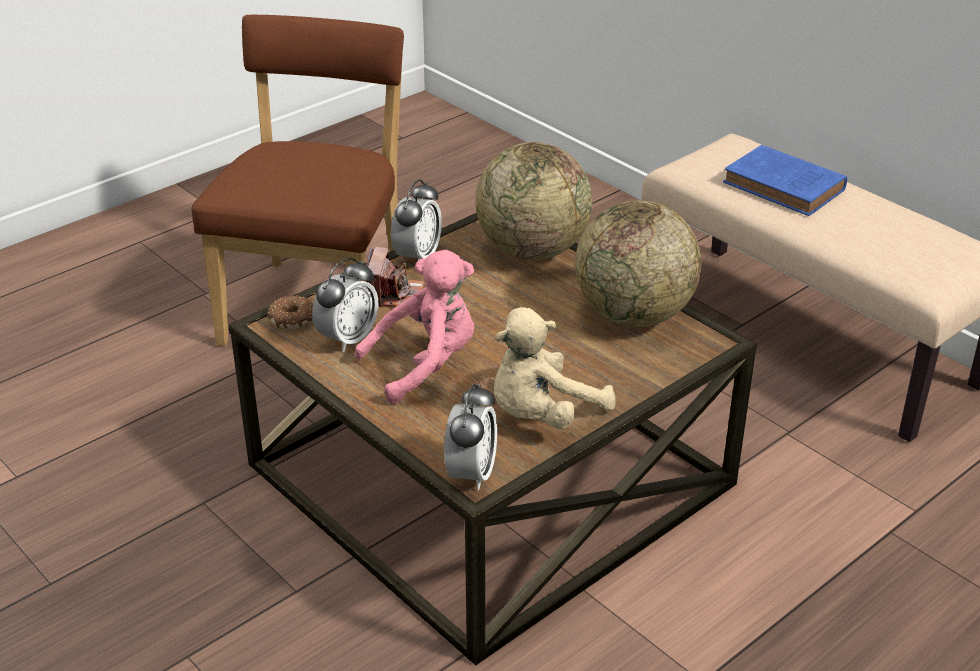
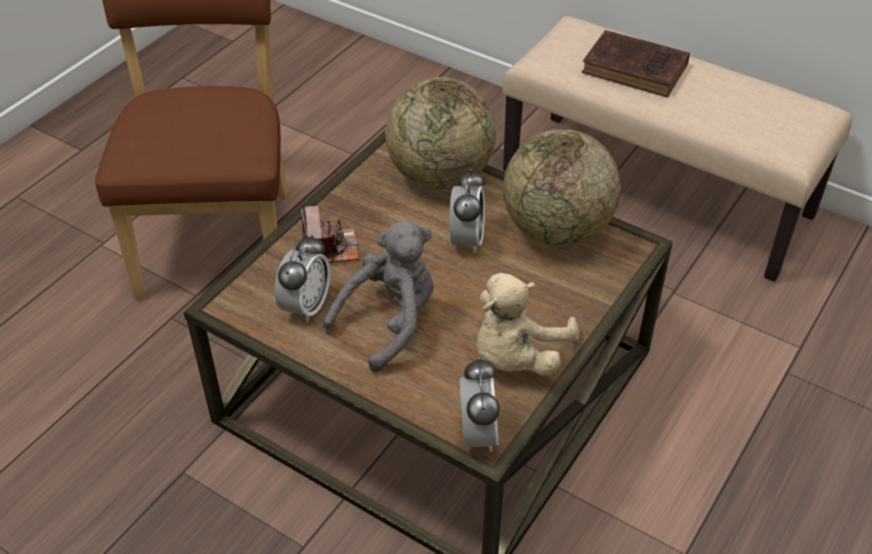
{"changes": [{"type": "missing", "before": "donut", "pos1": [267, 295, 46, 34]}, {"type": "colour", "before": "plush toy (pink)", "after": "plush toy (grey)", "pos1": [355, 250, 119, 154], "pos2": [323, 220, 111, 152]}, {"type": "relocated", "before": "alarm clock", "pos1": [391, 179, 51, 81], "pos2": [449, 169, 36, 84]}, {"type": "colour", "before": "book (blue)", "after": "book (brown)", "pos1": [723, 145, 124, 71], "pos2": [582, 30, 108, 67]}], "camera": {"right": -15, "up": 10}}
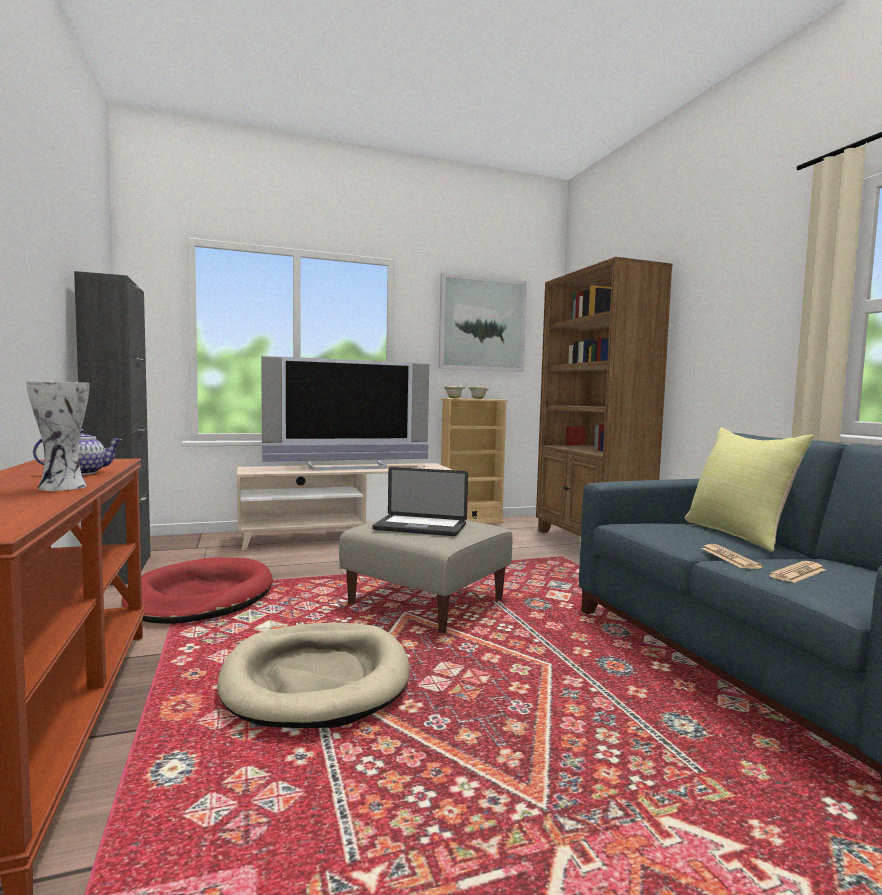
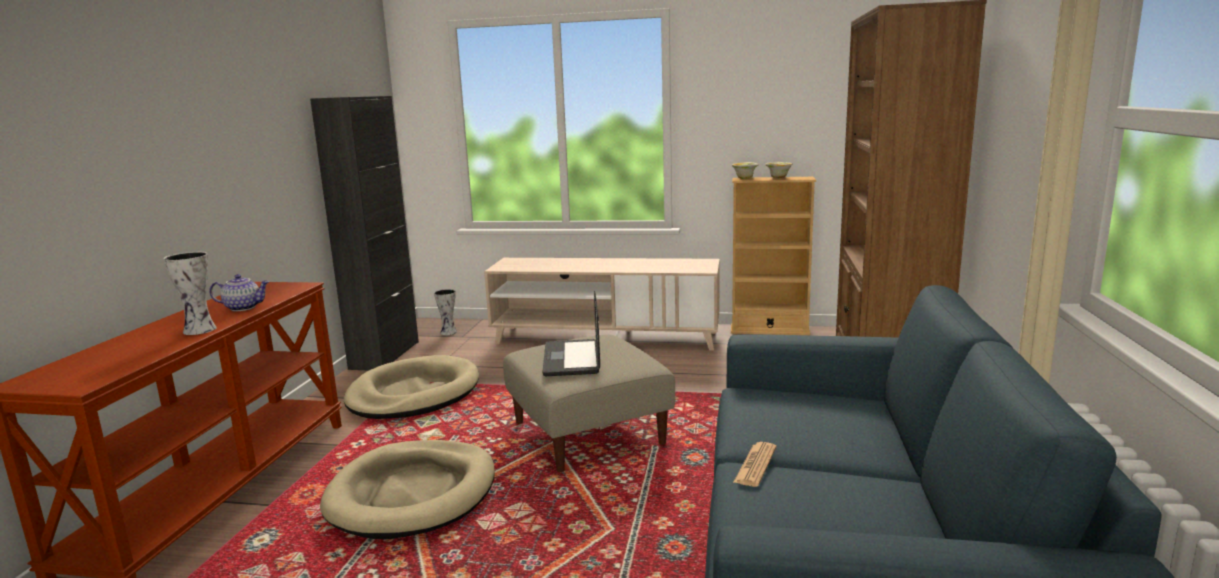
{"changes": [{"type": "colour", "before": "dog bed (red)", "after": "dog bed (beige)", "pos1": [121, 557, 152, 67], "pos2": [344, 355, 135, 64]}, {"type": "missing", "before": "television", "pos1": [261, 356, 168, 114]}, {"type": "spun", "before": "laptop", "pos1": [372, 467, 96, 69], "pos2": [543, 291, 57, 85], "turn": 45}, {"type": "missing", "before": "picture", "pos1": [438, 273, 89, 99]}, {"type": "missing", "before": "pillow (yellow)", "pos1": [685, 427, 129, 124]}, {"type": "missing", "before": "newspaper", "pos1": [769, 561, 57, 22]}, {"type": "appeared", "after": "vase", "pos2": [434, 289, 23, 46]}], "camera": {"right": 30, "up": 10}}
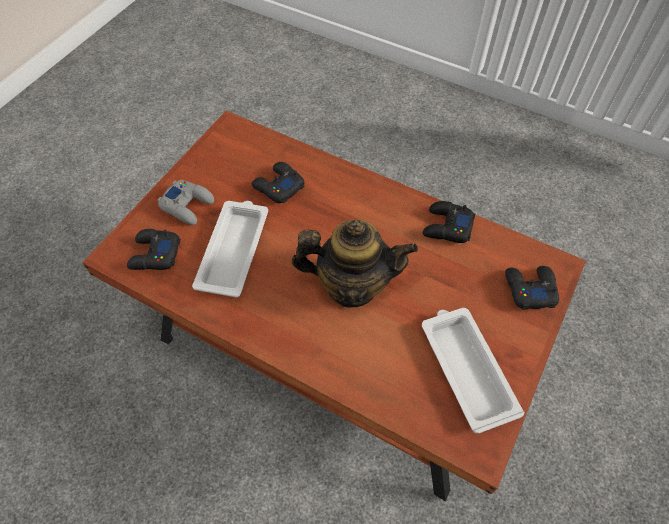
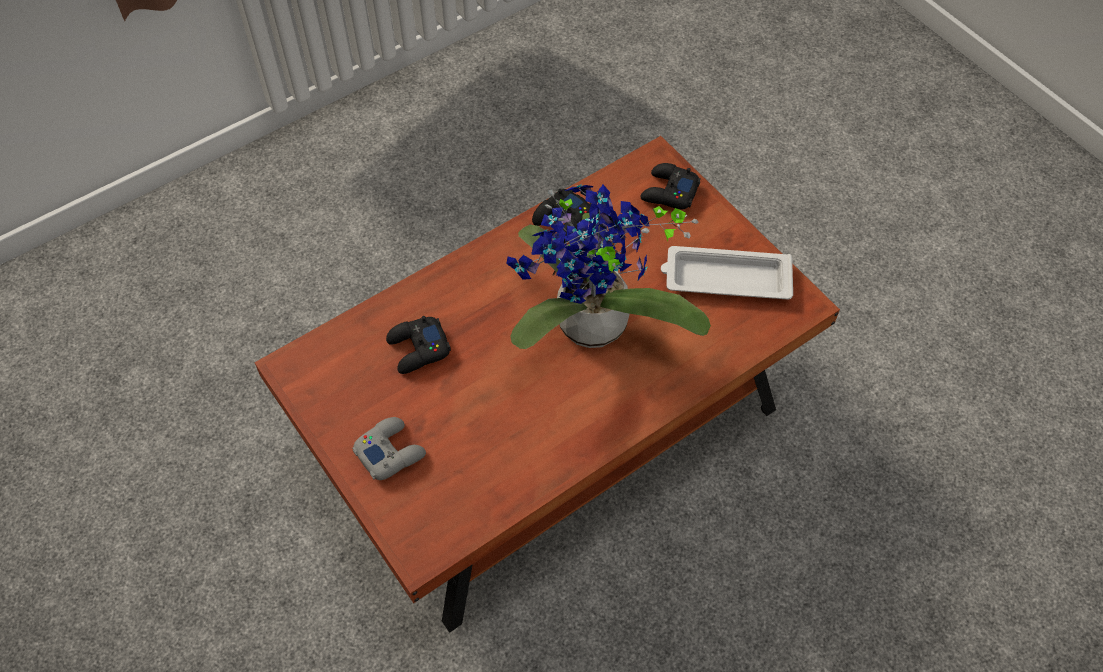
{"changes": [{"type": "missing", "before": "game controller (black)", "pos1": [127, 229, 54, 41]}, {"type": "missing", "before": "tray (white)", "pos1": [192, 201, 76, 96]}, {"type": "exchanged", "before": "teapot", "after": "potted plant", "pos1": [292, 219, 126, 89], "pos2": [506, 184, 205, 165]}], "camera": {"right": -65, "up": 0}}
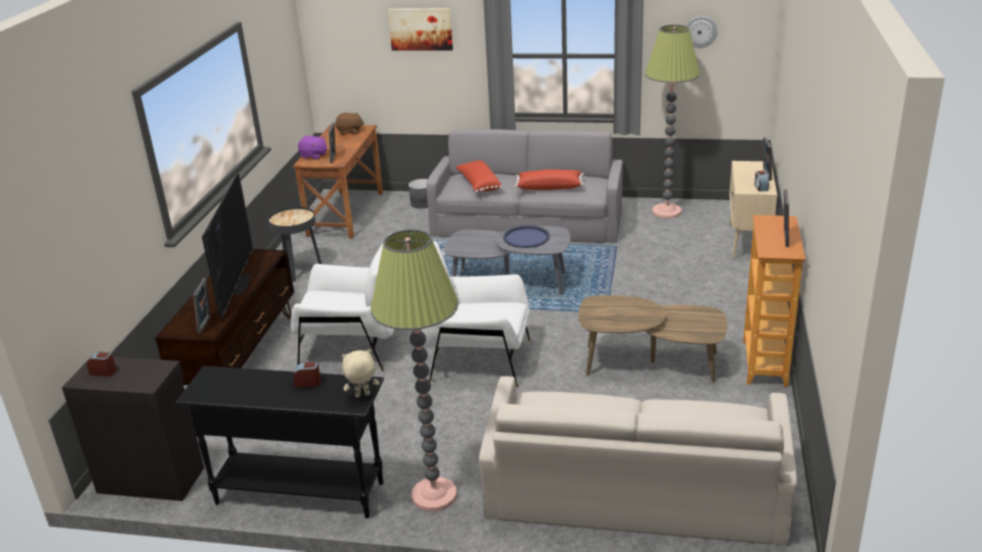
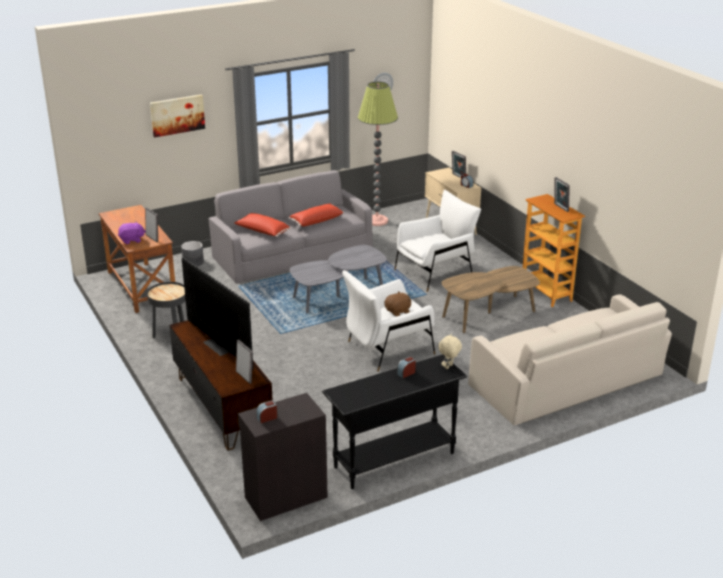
{"changes": [{"type": "relocated", "before": "armchair (white)", "pos1": [291, 233, 103, 138], "pos2": [394, 190, 87, 102]}, {"type": "relocated", "before": "plush toy (brown)", "pos1": [335, 112, 29, 23], "pos2": [384, 291, 27, 26]}, {"type": "missing", "before": "floor lamp", "pos1": [371, 229, 87, 282]}, {"type": "missing", "before": "tray (blue)", "pos1": [503, 226, 47, 22]}], "camera": {"right": -40, "up": 0}}
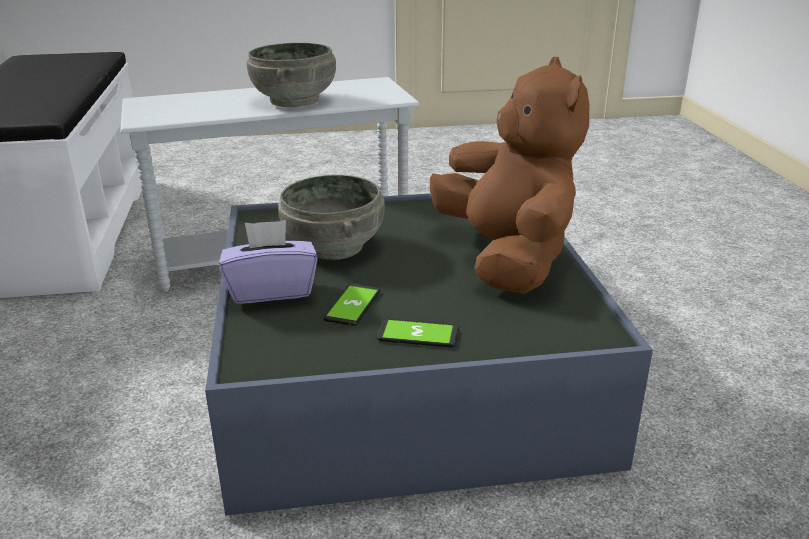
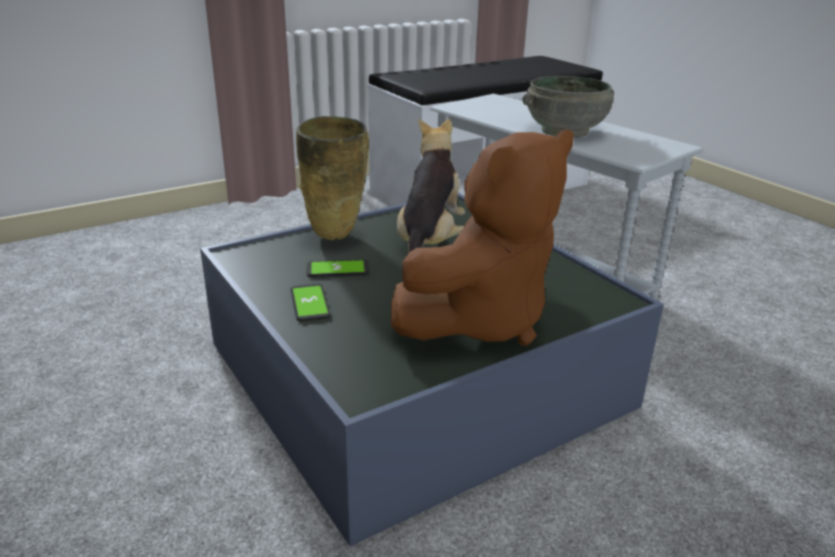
{"changes": [{"type": "exchanged", "before": "tissue box (purple)", "after": "vase (beige)", "pos1": [219, 220, 99, 84], "pos2": [296, 116, 73, 124]}, {"type": "exchanged", "before": "bowl (grey)", "after": "plush toy", "pos1": [278, 175, 107, 85], "pos2": [397, 119, 68, 134]}], "camera": {"right": 65, "up": 0}}
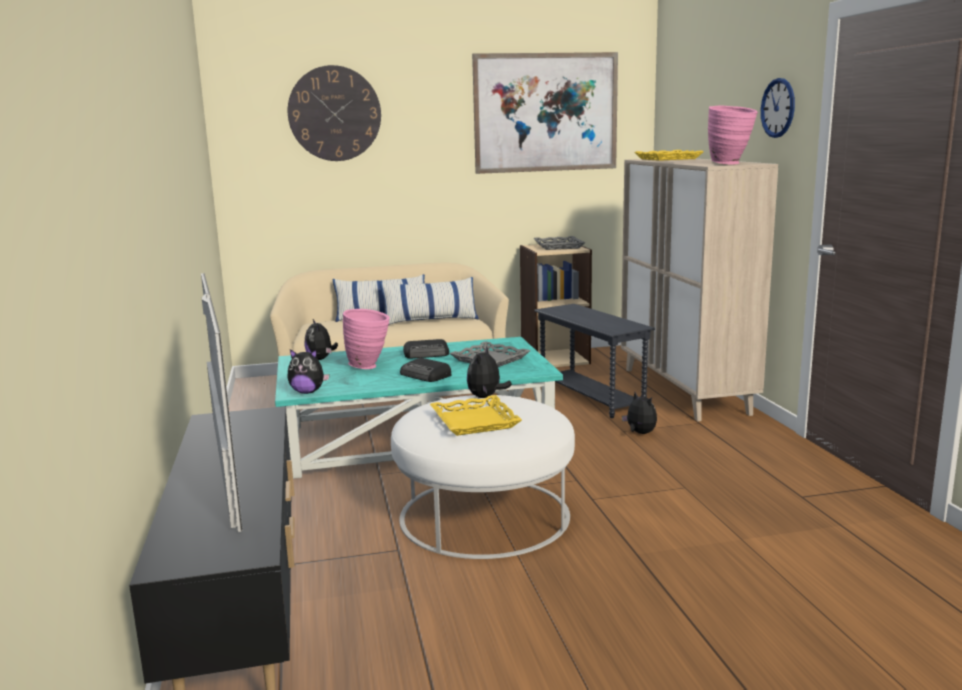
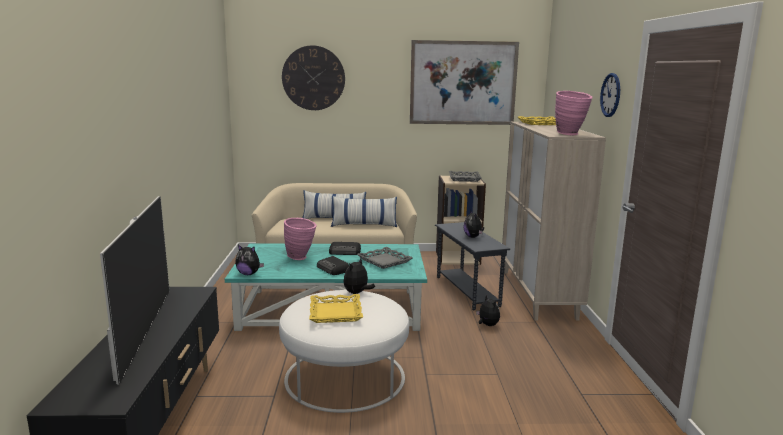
{"changes": [{"type": "relocated", "before": "plush toy", "pos1": [305, 319, 33, 41], "pos2": [463, 210, 21, 28]}], "camera": {"right": 10, "up": 0}}
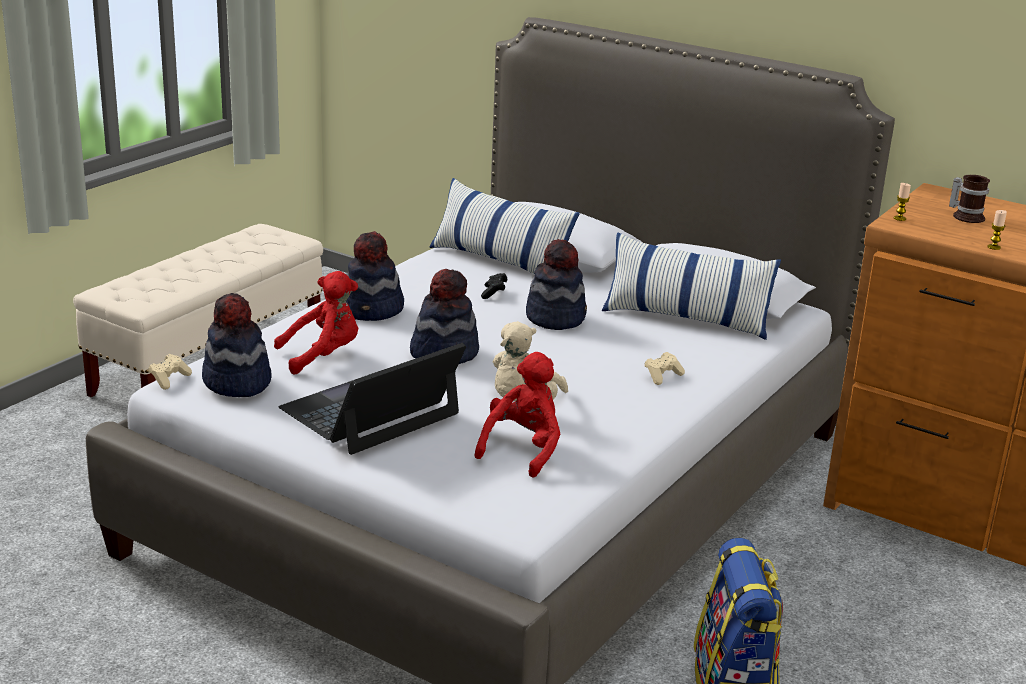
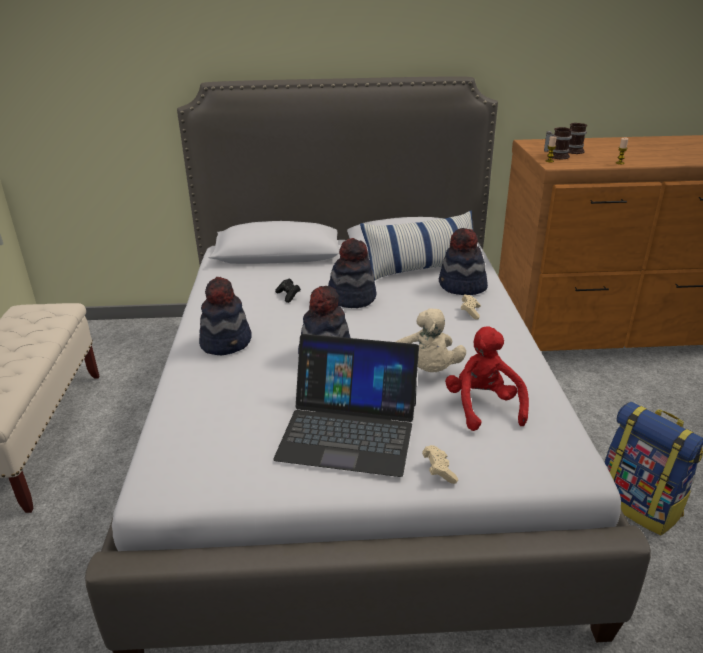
{"changes": [{"type": "relocated", "before": "game controller (beige)", "pos1": [148, 354, 44, 36], "pos2": [422, 445, 36, 39]}, {"type": "relocated", "before": "hat", "pos1": [202, 293, 69, 104], "pos2": [439, 228, 49, 67]}, {"type": "missing", "before": "plush toy (red)", "pos1": [274, 271, 84, 104]}, {"type": "spun", "before": "laptop", "pos1": [278, 343, 188, 112], "pos2": [273, 334, 146, 143], "turn": -90}, {"type": "missing", "before": "pillow", "pos1": [429, 178, 151, 96]}, {"type": "appeared", "after": "mug", "pos2": [544, 127, 28, 32]}], "camera": {"right": -35, "up": 5}}
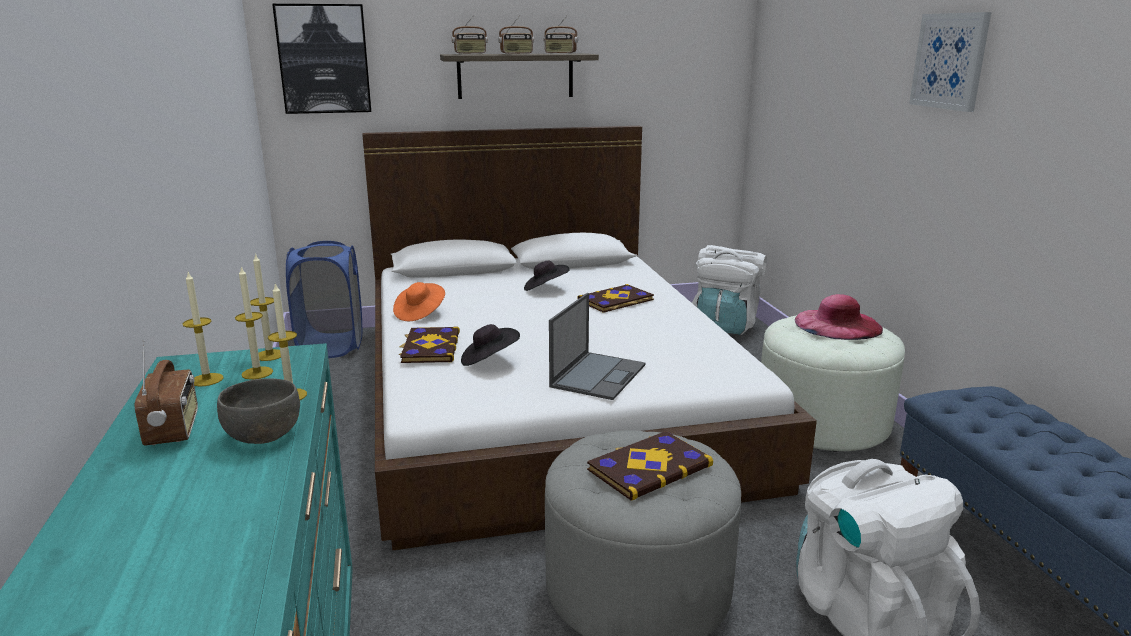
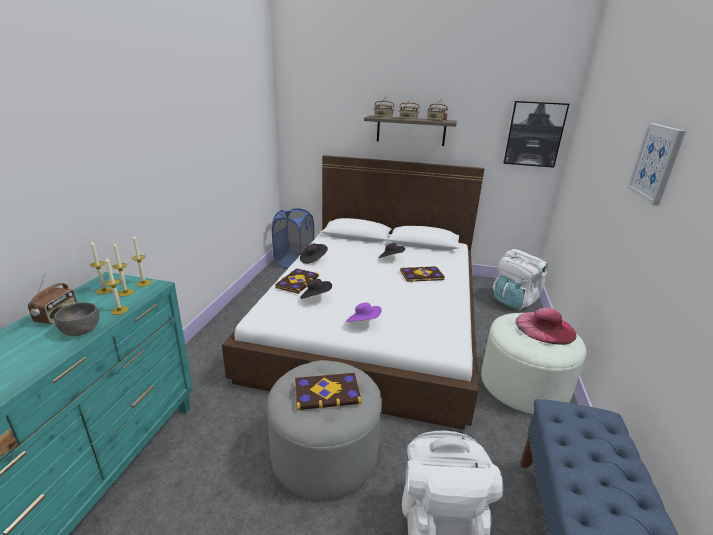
{"changes": [{"type": "relocated", "before": "picture", "pos1": [272, 4, 99, 110], "pos2": [503, 101, 66, 67]}, {"type": "colour", "before": "hat (orange)", "after": "hat (black)", "pos1": [393, 282, 52, 39], "pos2": [300, 243, 28, 21]}, {"type": "exchanged", "before": "laptop", "after": "hat (purple)", "pos1": [549, 293, 97, 107], "pos2": [346, 303, 35, 19]}], "camera": {"right": 25, "up": 5}}
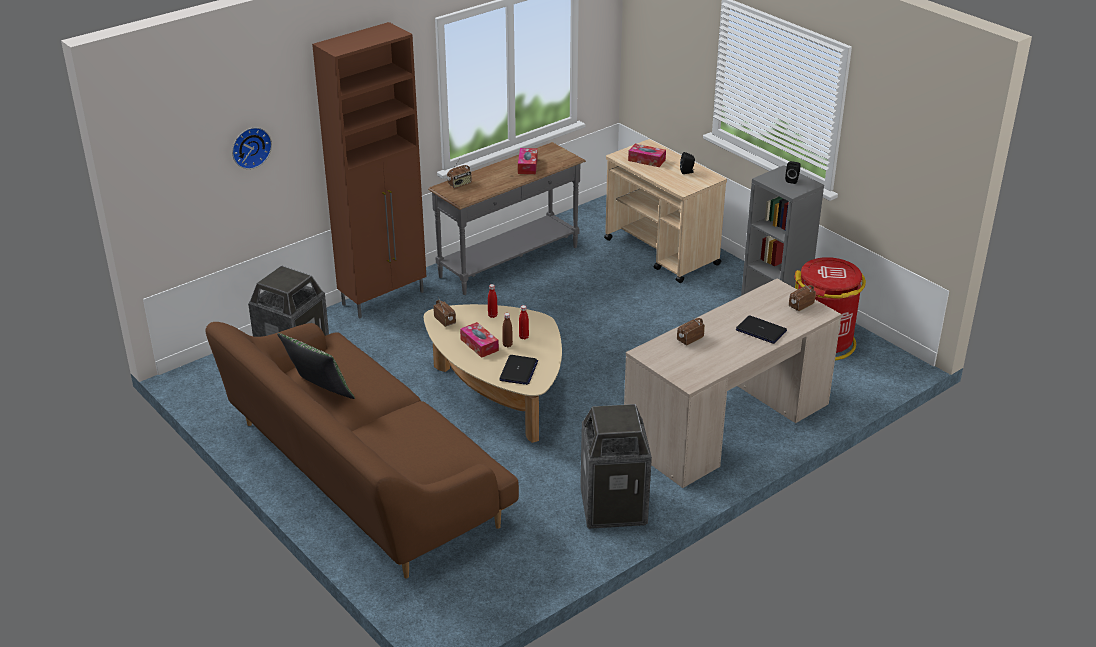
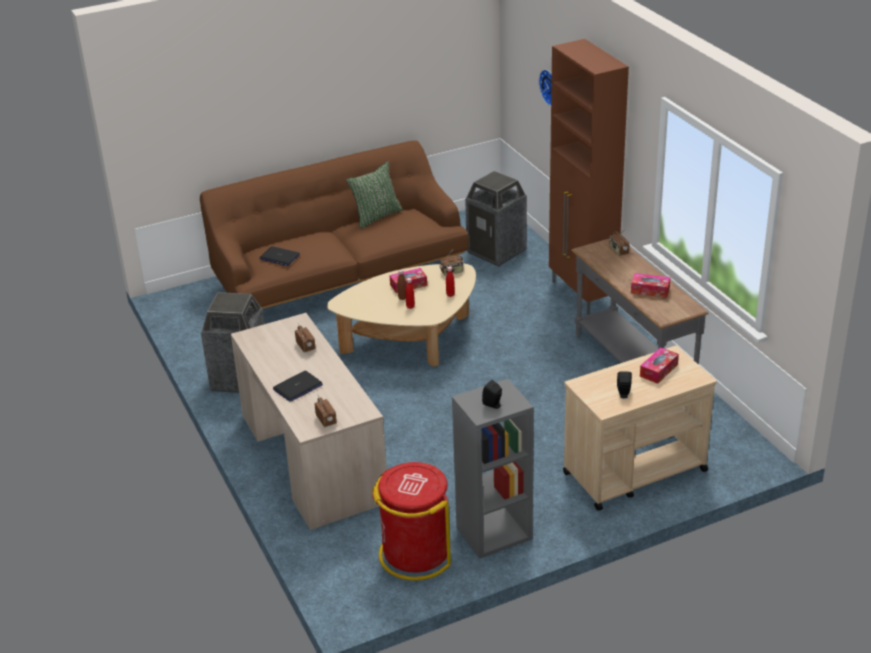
{"changes": [{"type": "relocated", "before": "laptop", "pos1": [499, 355, 39, 30], "pos2": [260, 246, 40, 20]}], "camera": {"right": 105, "up": 0}}
